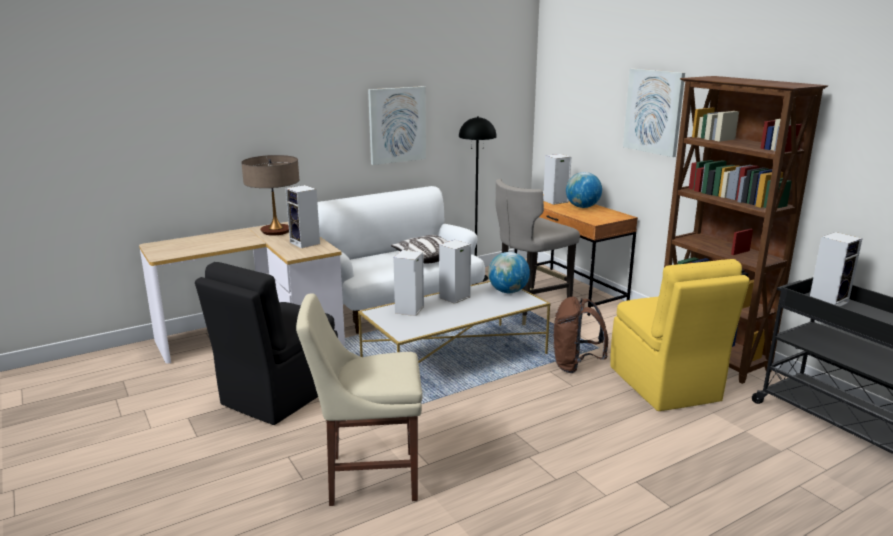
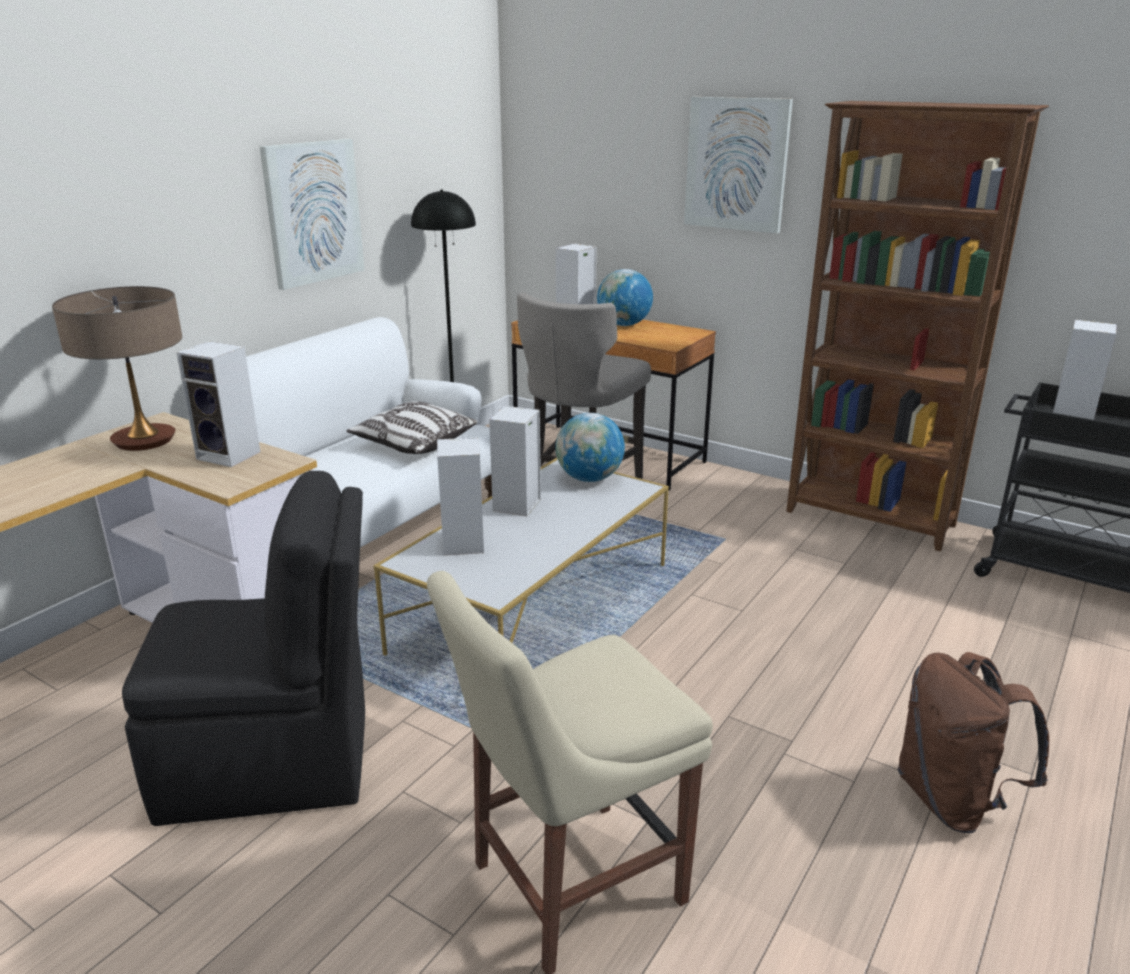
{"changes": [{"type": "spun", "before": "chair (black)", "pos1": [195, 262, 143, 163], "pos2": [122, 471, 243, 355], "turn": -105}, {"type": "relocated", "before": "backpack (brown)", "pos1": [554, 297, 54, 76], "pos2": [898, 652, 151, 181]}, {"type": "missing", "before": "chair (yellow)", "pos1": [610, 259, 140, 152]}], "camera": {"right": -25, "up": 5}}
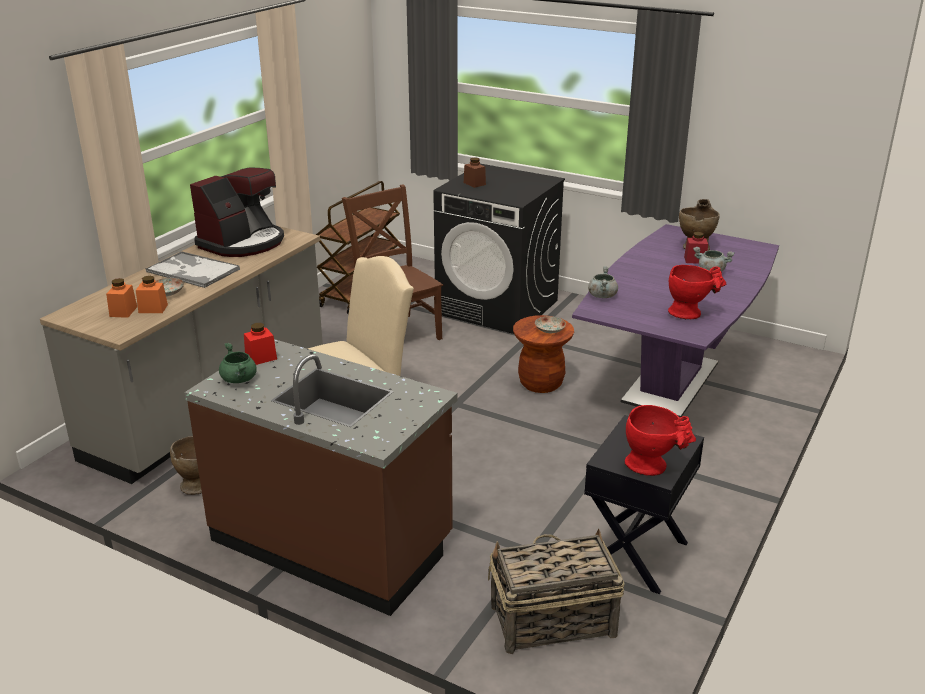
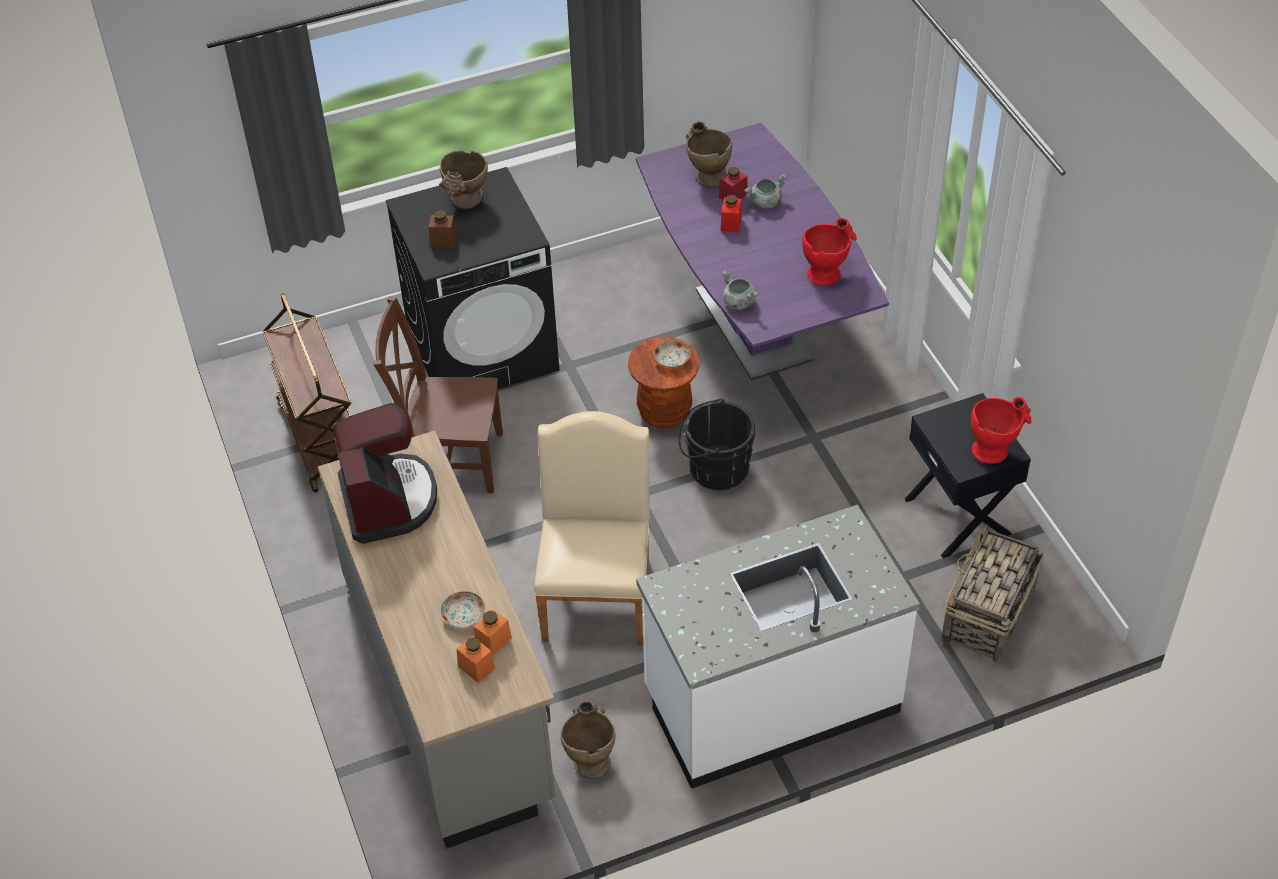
{"changes": [{"type": "missing", "before": "tray", "pos1": [145, 251, 95, 37]}, {"type": "colour", "before": "counter (brown)", "after": "counter (white)", "pos1": [184, 339, 274, 277], "pos2": [636, 505, 284, 284]}, {"type": "missing", "before": "cooking pot (green)", "pos1": [219, 343, 38, 40]}, {"type": "relocated", "before": "jar (red)", "pos1": [244, 323, 33, 42], "pos2": [721, 195, 21, 38]}, {"type": "appeared", "after": "vase (beige)", "pos2": [439, 150, 49, 59]}, {"type": "appeared", "after": "bucket (black)", "pos2": [679, 398, 77, 92]}], "camera": {"right": -50, "up": 20}}
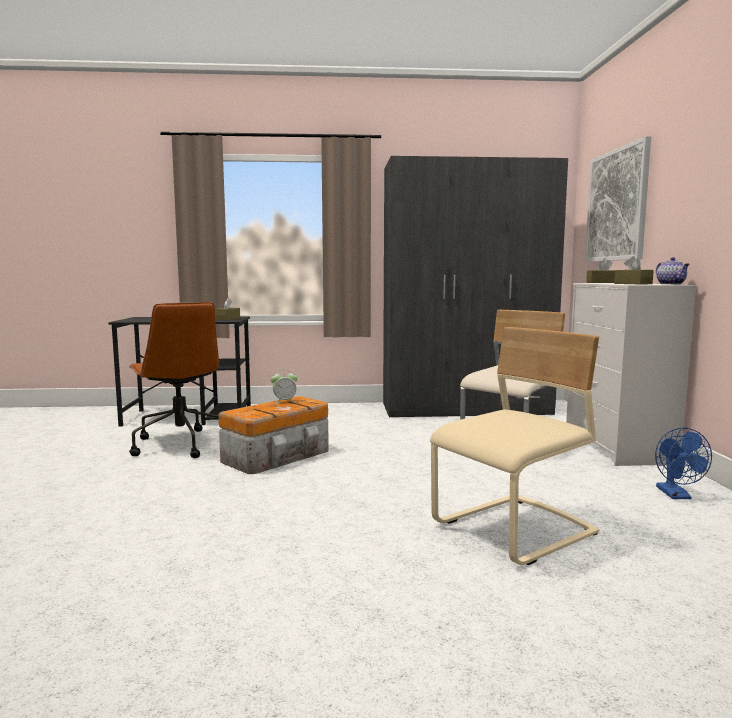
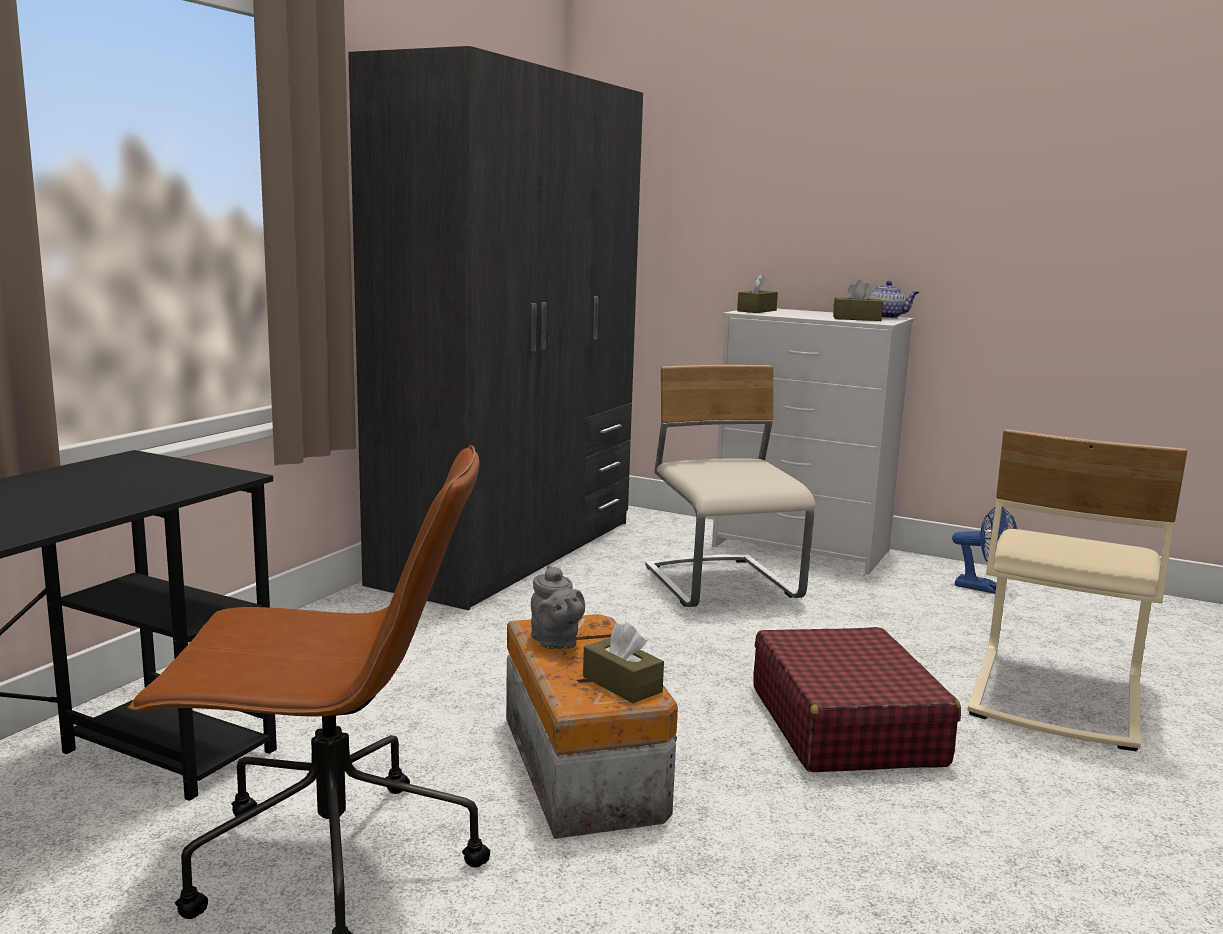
{"changes": [{"type": "relocated", "before": "tissue box (brown)", "pos1": [215, 298, 25, 22], "pos2": [583, 622, 81, 81]}, {"type": "exchanged", "before": "alarm clock", "after": "teapot (grey)", "pos1": [271, 369, 26, 35], "pos2": [531, 564, 54, 85]}, {"type": "spun", "before": "chair (beige)", "pos1": [430, 327, 169, 238], "pos2": [968, 429, 219, 322], "turn": -150}, {"type": "missing", "before": "picture", "pos1": [585, 136, 66, 126]}, {"type": "appeared", "after": "suitcase (red)", "pos2": [753, 627, 208, 145]}], "camera": {"right": -60, "up": 5}}
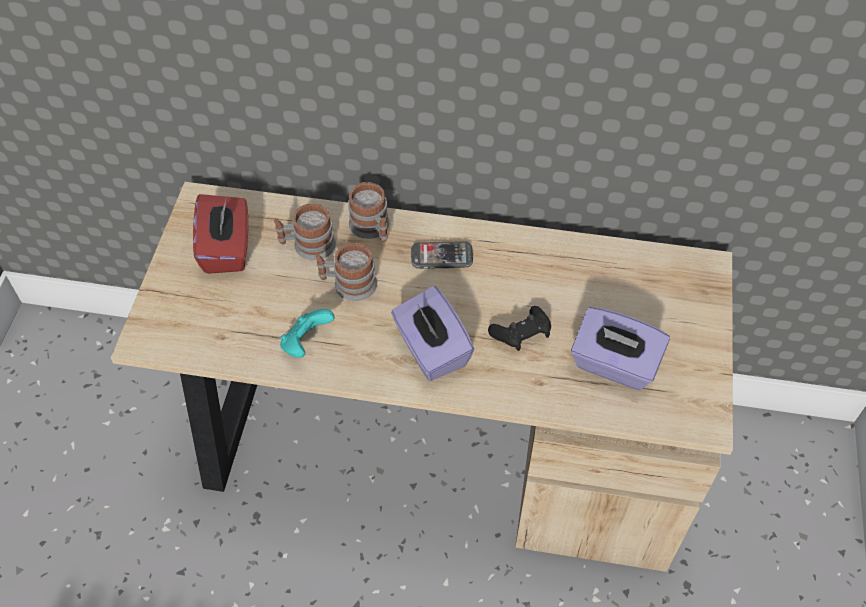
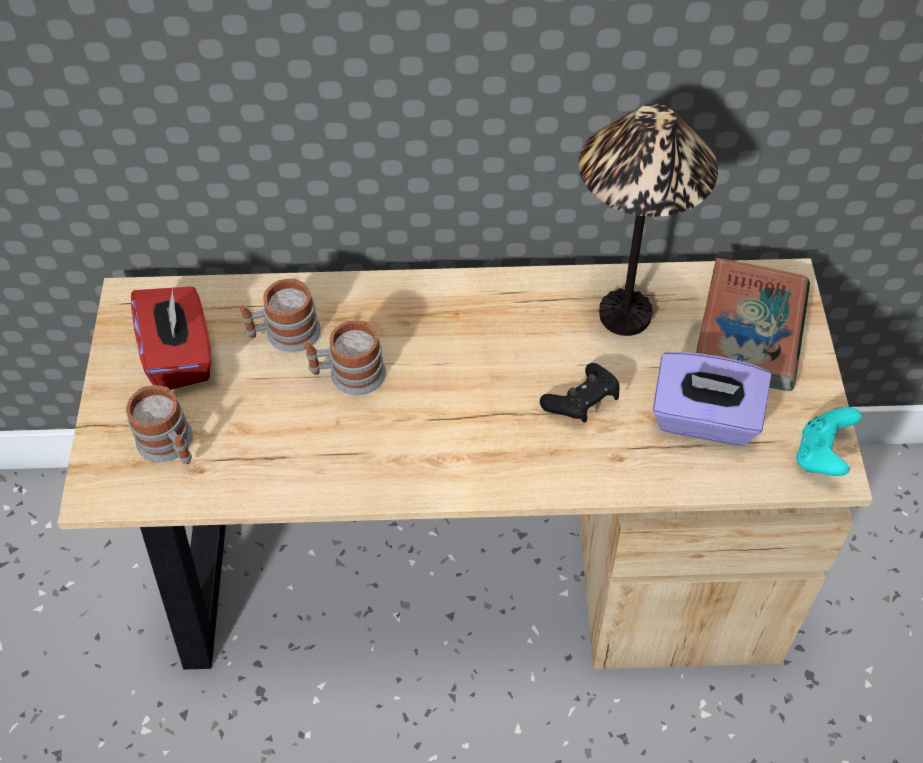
{"changes": [{"type": "relocated", "before": "game controller (turquoise)", "pos1": [280, 309, 54, 49], "pos2": [796, 407, 66, 69]}, {"type": "relocated", "before": "mug", "pos1": [348, 182, 42, 60], "pos2": [126, 385, 67, 79]}, {"type": "missing", "before": "tissue box (purple)", "pos1": [391, 286, 83, 95]}, {"type": "missing", "before": "phone", "pos1": [411, 241, 62, 28]}, {"type": "appeared", "after": "table lamp", "pos2": [578, 104, 140, 232]}, {"type": "appeared", "after": "book", "pos2": [696, 258, 114, 133]}], "camera": {"right": -10, "up": 0}}
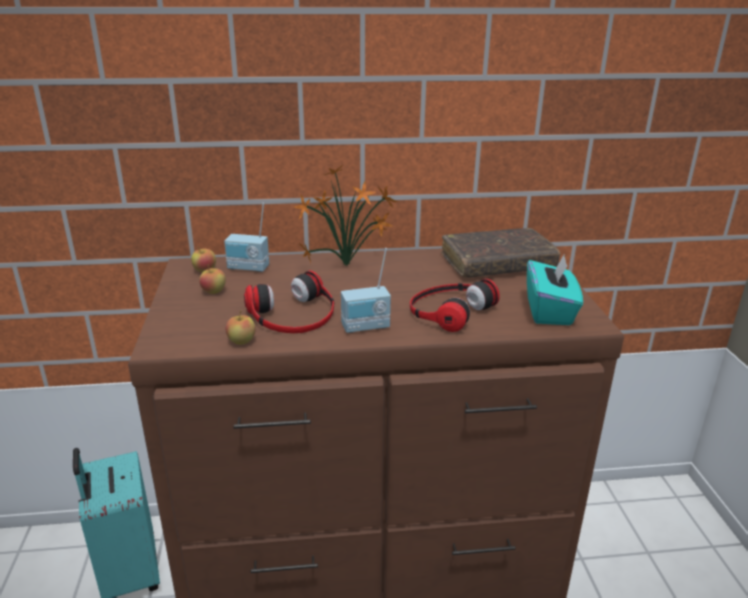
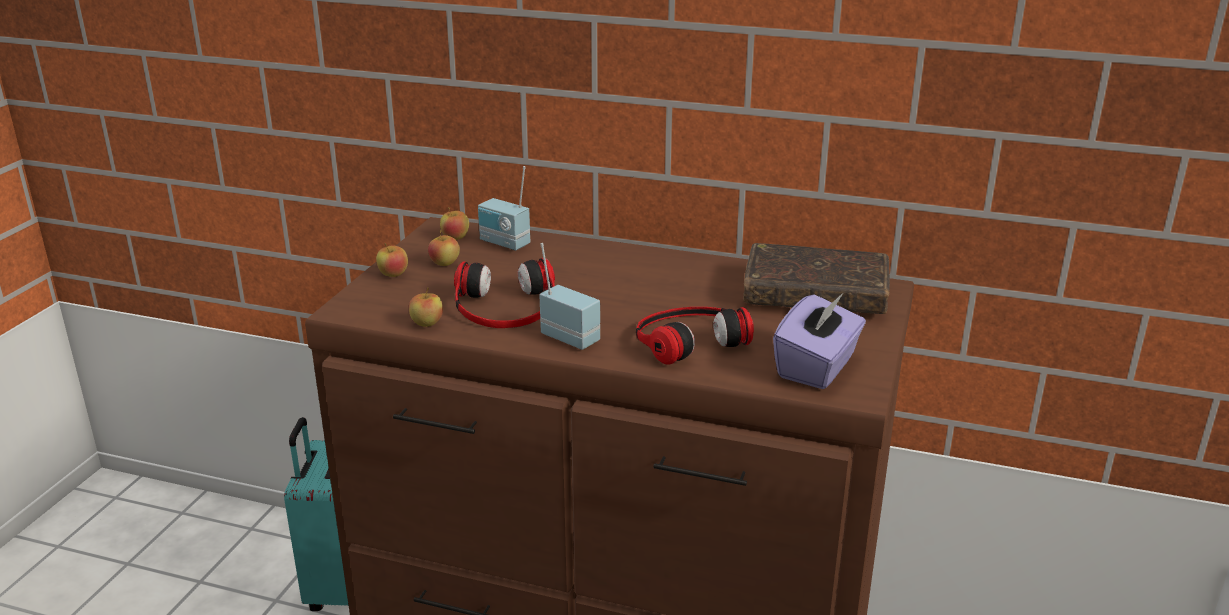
{"changes": [{"type": "missing", "before": "potted plant", "pos1": [294, 164, 104, 102]}, {"type": "spun", "before": "radio", "pos1": [341, 248, 50, 85], "pos2": [539, 243, 61, 107], "turn": -150}, {"type": "colour", "before": "tissue box (turquoise)", "after": "tissue box (purple)", "pos1": [527, 253, 56, 72], "pos2": [773, 293, 93, 96]}, {"type": "appeared", "after": "apple", "pos2": [376, 243, 32, 34]}], "camera": {"right": 25, "up": 0}}
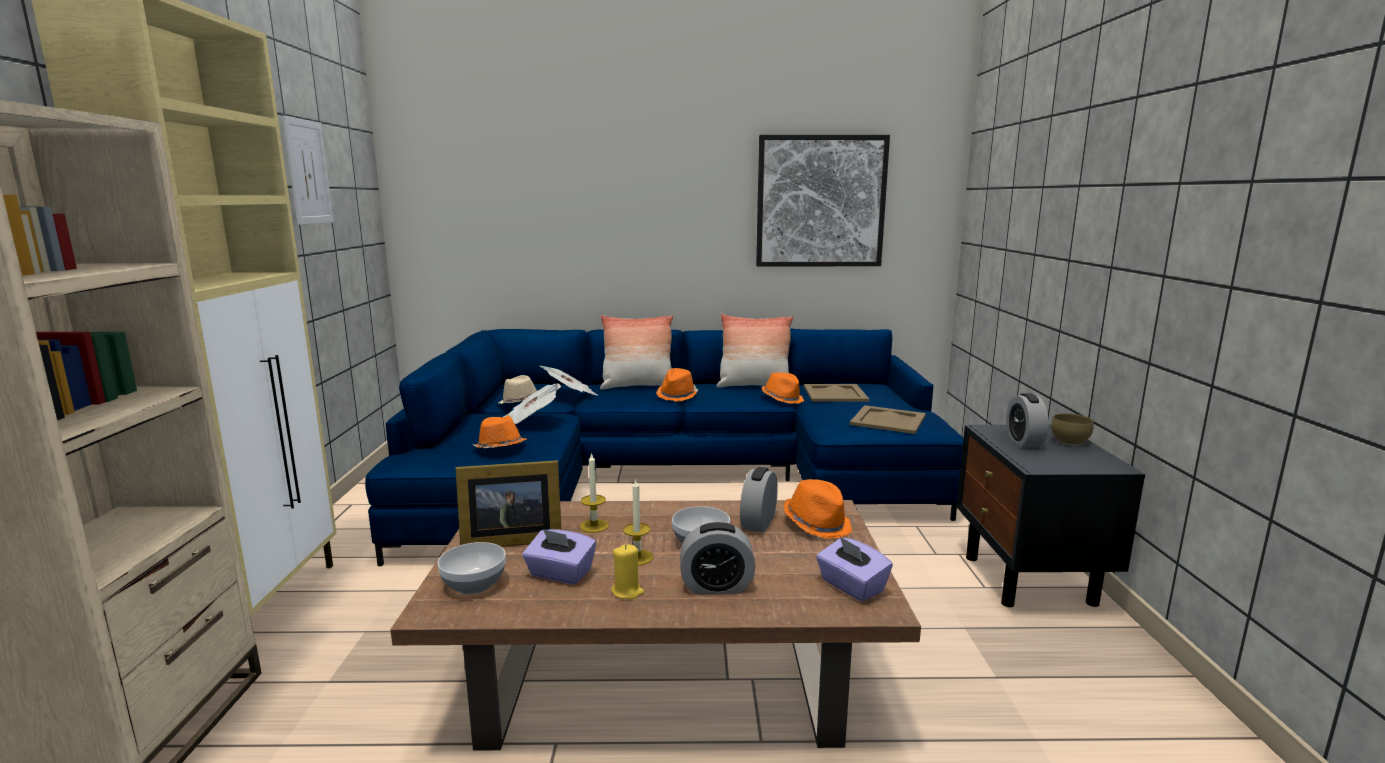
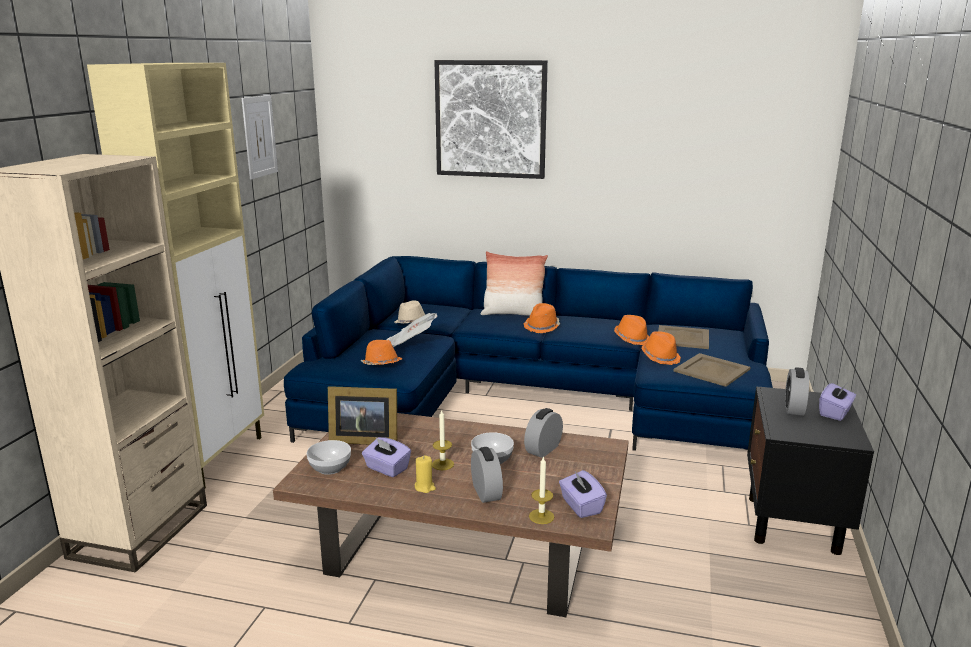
{"changes": [{"type": "missing", "before": "newspaper", "pos1": [540, 366, 59, 30]}, {"type": "relocated", "before": "candle", "pos1": [580, 452, 29, 81], "pos2": [529, 456, 25, 68]}, {"type": "spun", "before": "alarm clock", "pos1": [680, 522, 75, 72], "pos2": [471, 447, 32, 56], "turn": -120}, {"type": "missing", "before": "pillow", "pos1": [717, 314, 76, 74]}, {"type": "relocated", "before": "picture", "pos1": [756, 135, 134, 131], "pos2": [434, 60, 114, 119]}, {"type": "relocated", "before": "hat (orange)", "pos1": [784, 479, 68, 60], "pos2": [642, 331, 39, 34]}, {"type": "exchanged", "before": "bowl (brown)", "after": "tissue box (purple)", "pos1": [1052, 413, 42, 32], "pos2": [819, 383, 37, 38]}], "camera": {"right": 15, "up": 5}}
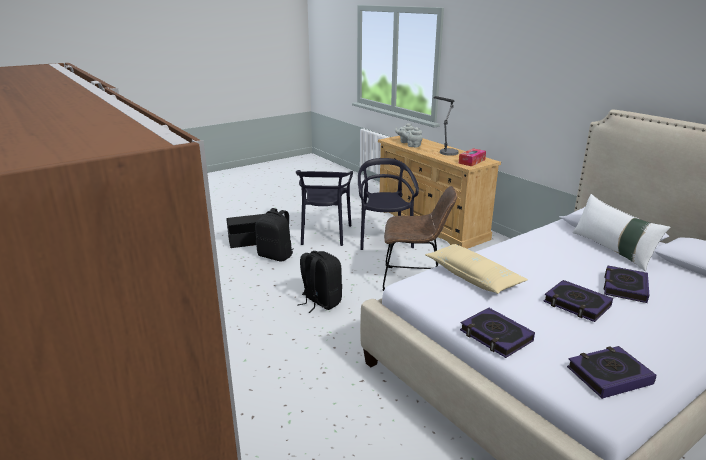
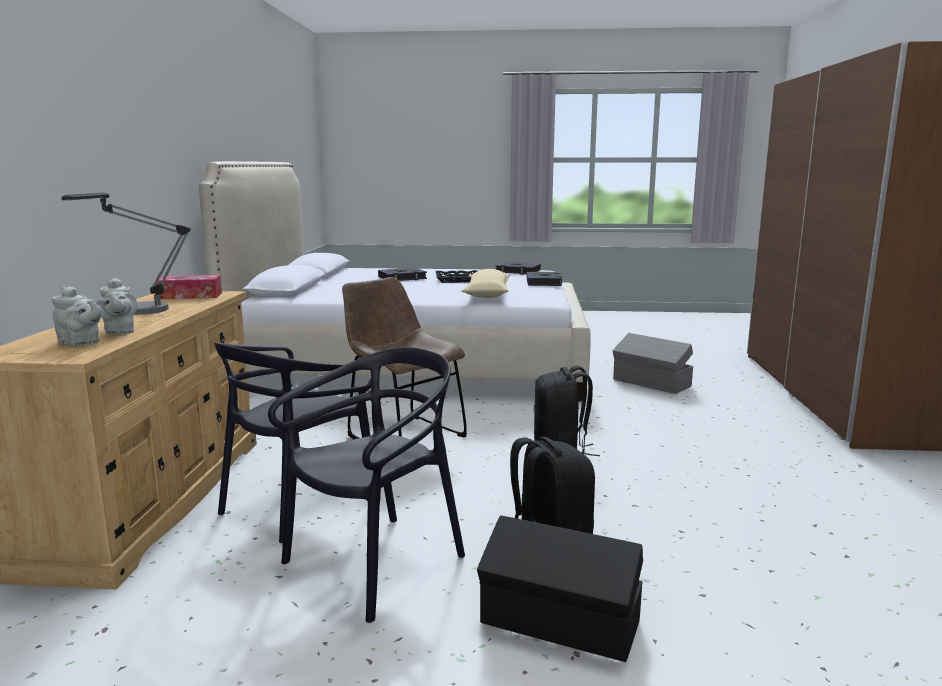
{"changes": [{"type": "exchanged", "before": "book", "after": "tray (black)", "pos1": [544, 280, 69, 42], "pos2": [436, 270, 41, 13]}, {"type": "missing", "before": "pillow (white)", "pos1": [573, 194, 97, 77]}, {"type": "appeared", "after": "storage box (grey)", "pos2": [613, 333, 80, 61]}], "camera": {"right": -140, "up": -10}}
